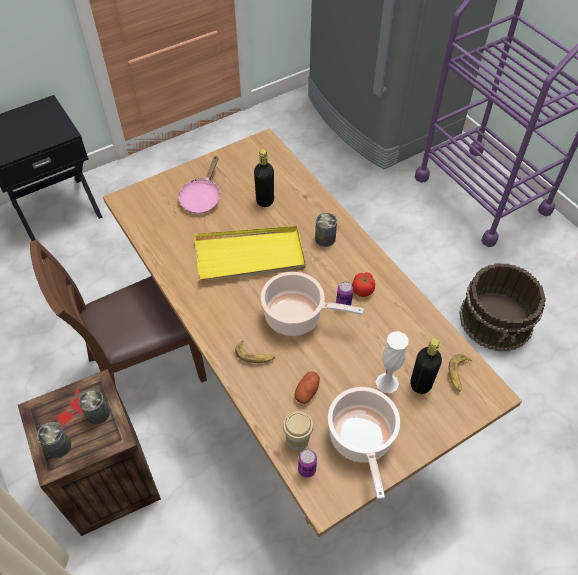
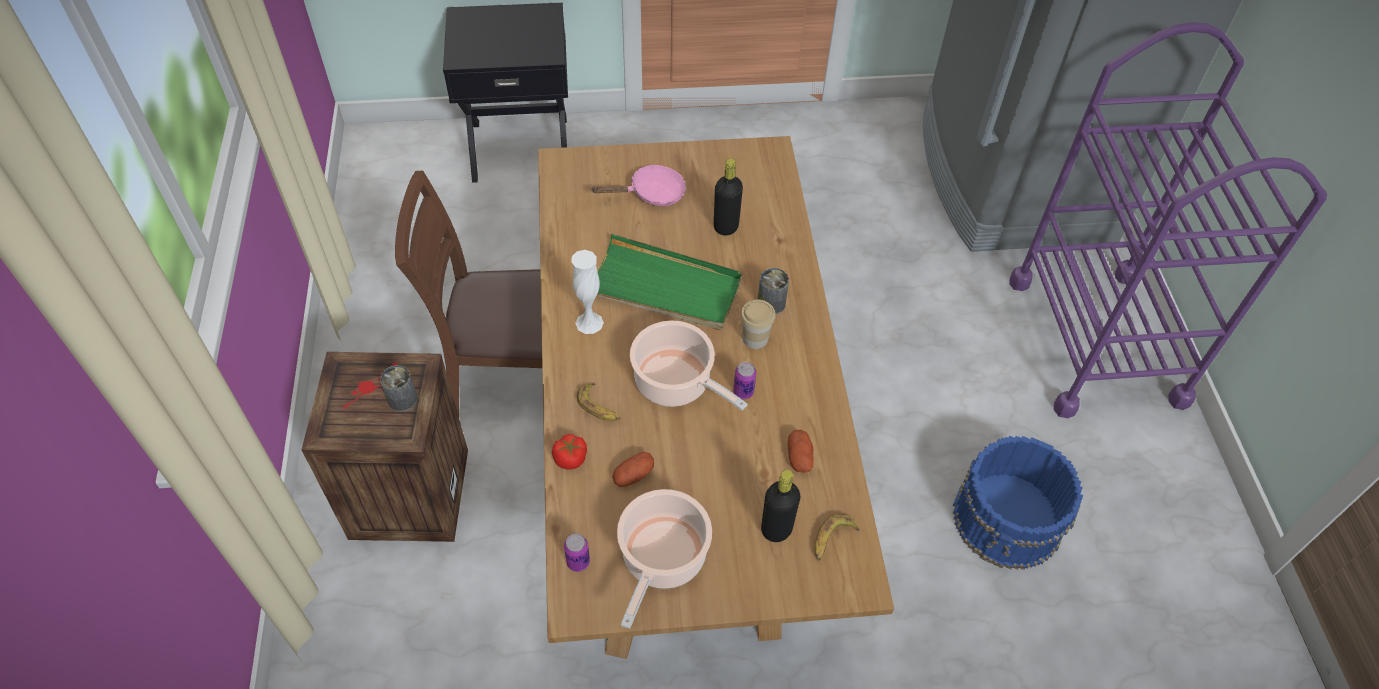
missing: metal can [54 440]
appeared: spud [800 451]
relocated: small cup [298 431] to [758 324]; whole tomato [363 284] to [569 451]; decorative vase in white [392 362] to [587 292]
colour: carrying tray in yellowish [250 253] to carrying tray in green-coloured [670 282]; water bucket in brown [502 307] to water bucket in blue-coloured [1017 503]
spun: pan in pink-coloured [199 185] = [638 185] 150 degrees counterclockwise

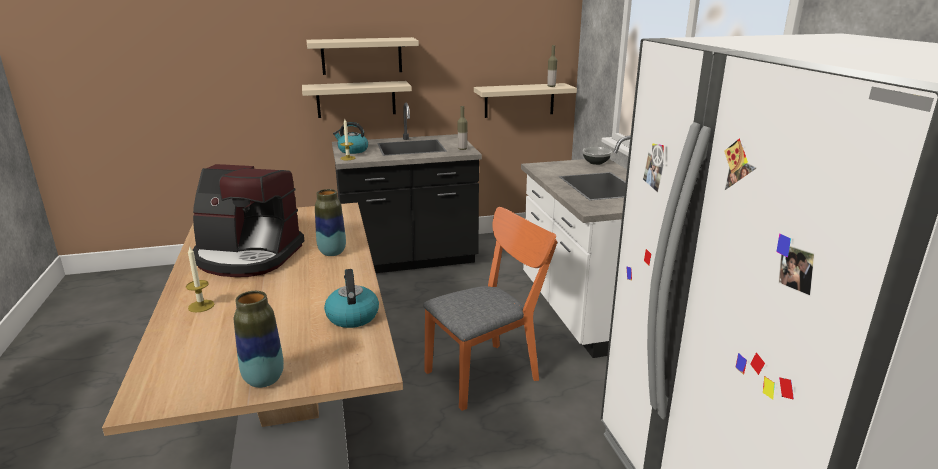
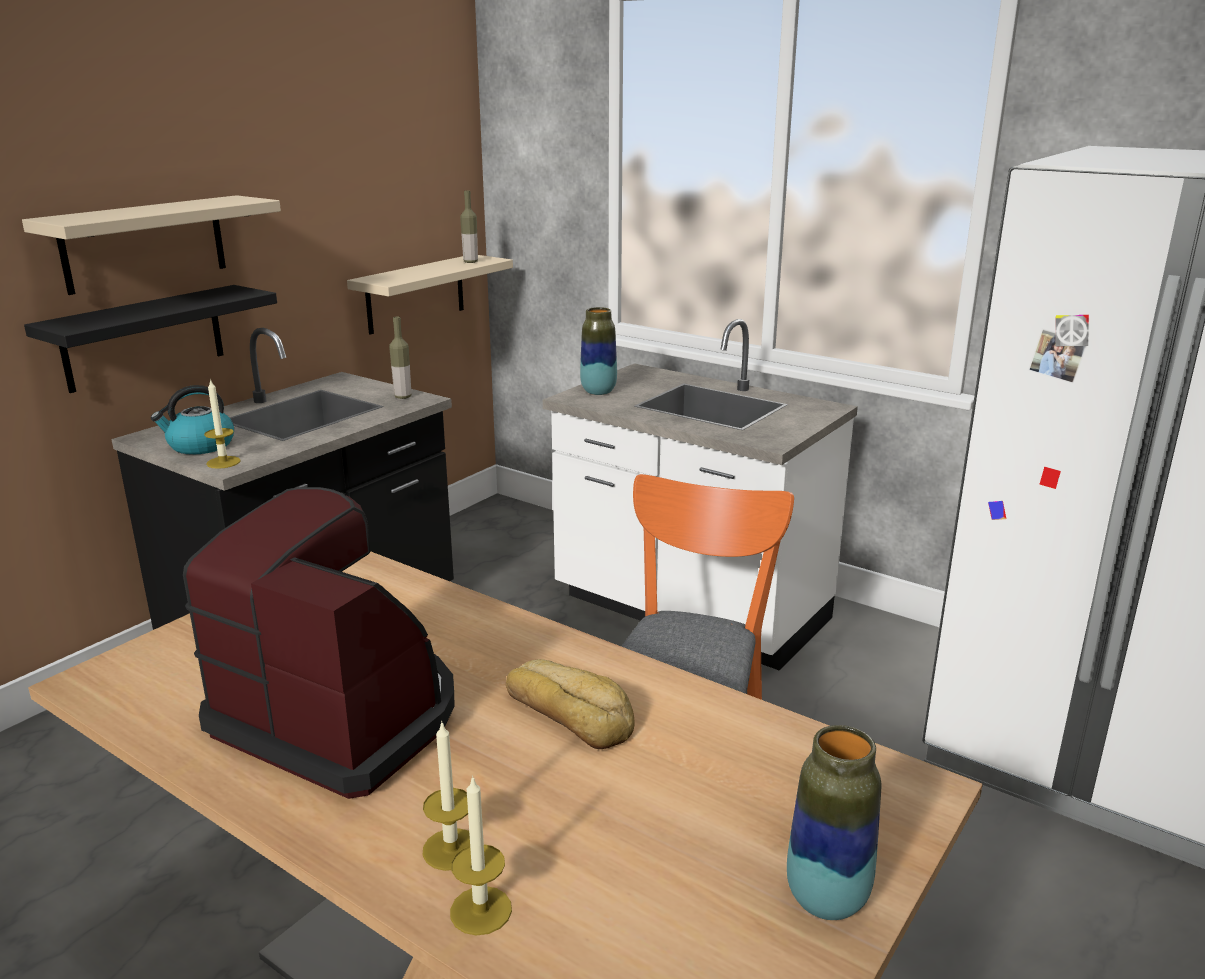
missing: kettle [351 298]; deep dish [597 156]
appeared: wax light [481 855]; baked bread [570 704]
relocated: decorative vase [330 222] to [598 351]
colour: bracket shelf in beige-coloured [357 99] to bracket shelf in black [150 339]
spun: coffee brewer [248 220] = [319 643] 120 degrees counterclockwise

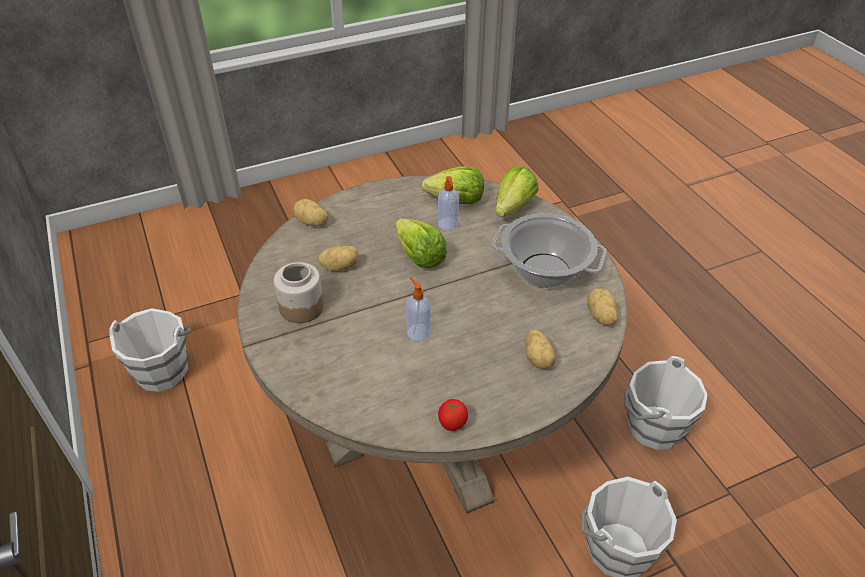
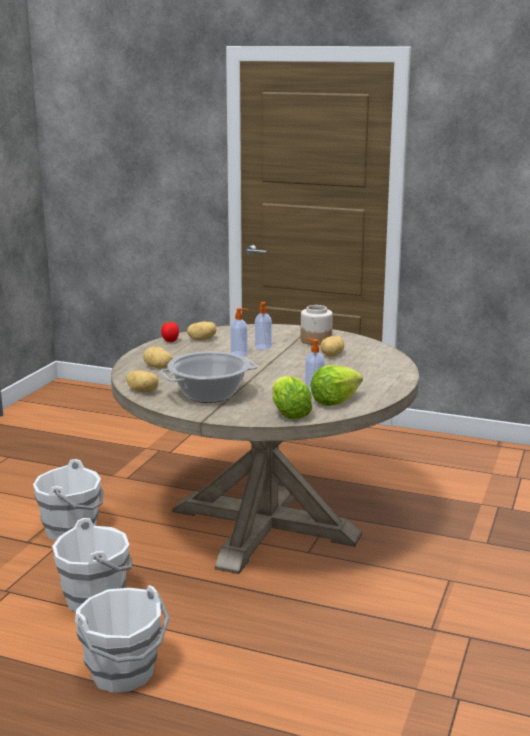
missing: lettuce [421 243]
appeared: soap dispenser [263 325]
relocated: water bucket in white [151 350] to [122 639]; spud [310 212] to [201 331]

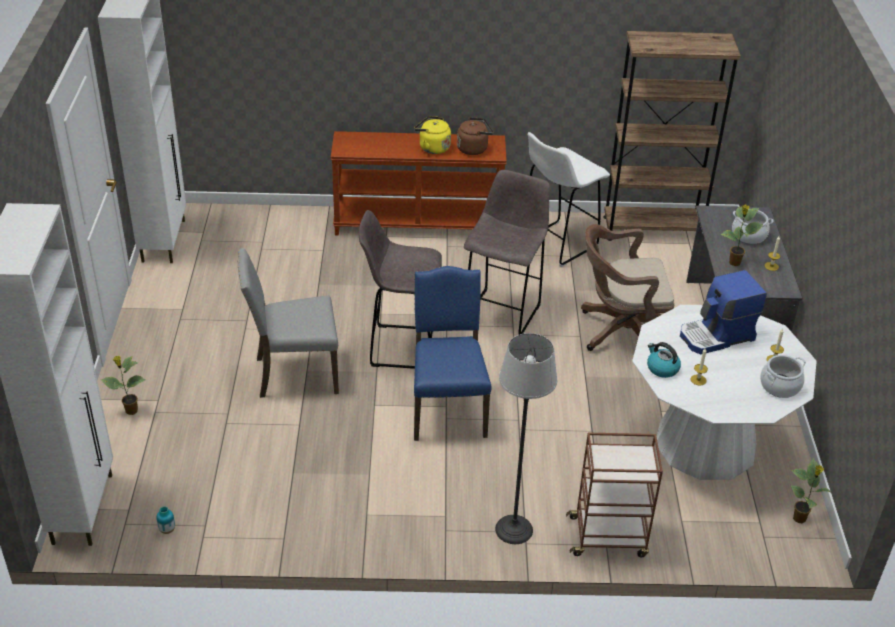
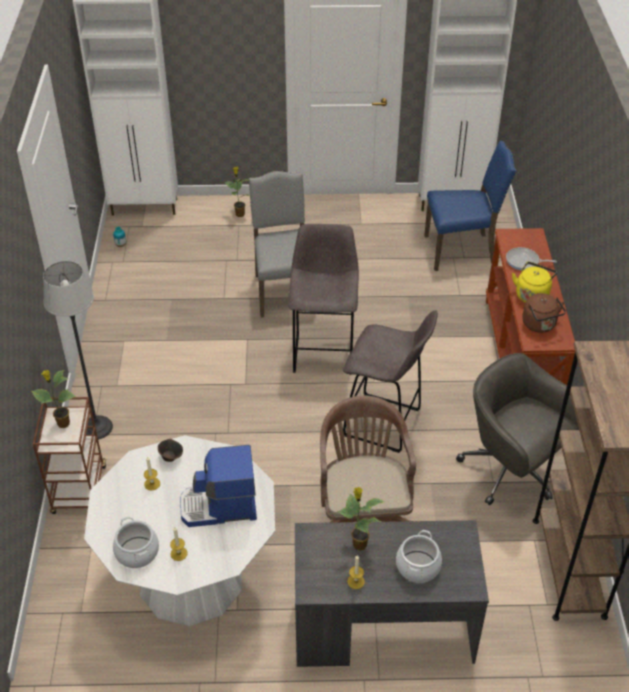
appeared: pan [531 258]
relocated: chair in blue-coloured [453 353] to [470 206]; houseplant [811 491] to [53 399]
exchanged: stool in white [569 199] to desk chair in greyish [517 429]; kettle [664 360] to deep dish in brown [170 450]
spun: coffee brewer [723 312] = [218 486] 75 degrees counterclockwise

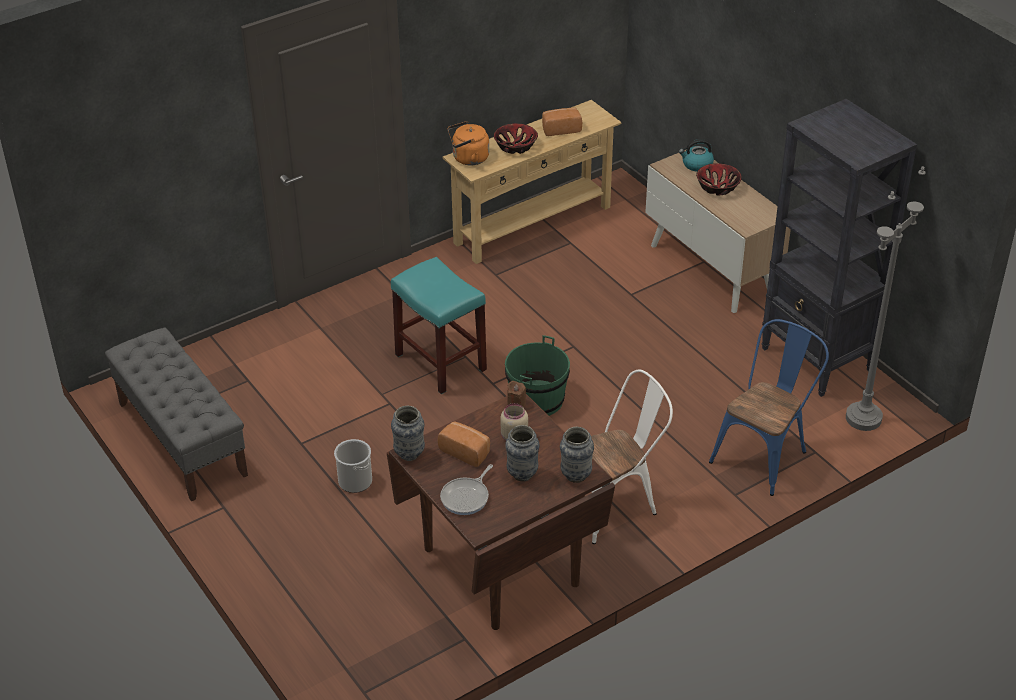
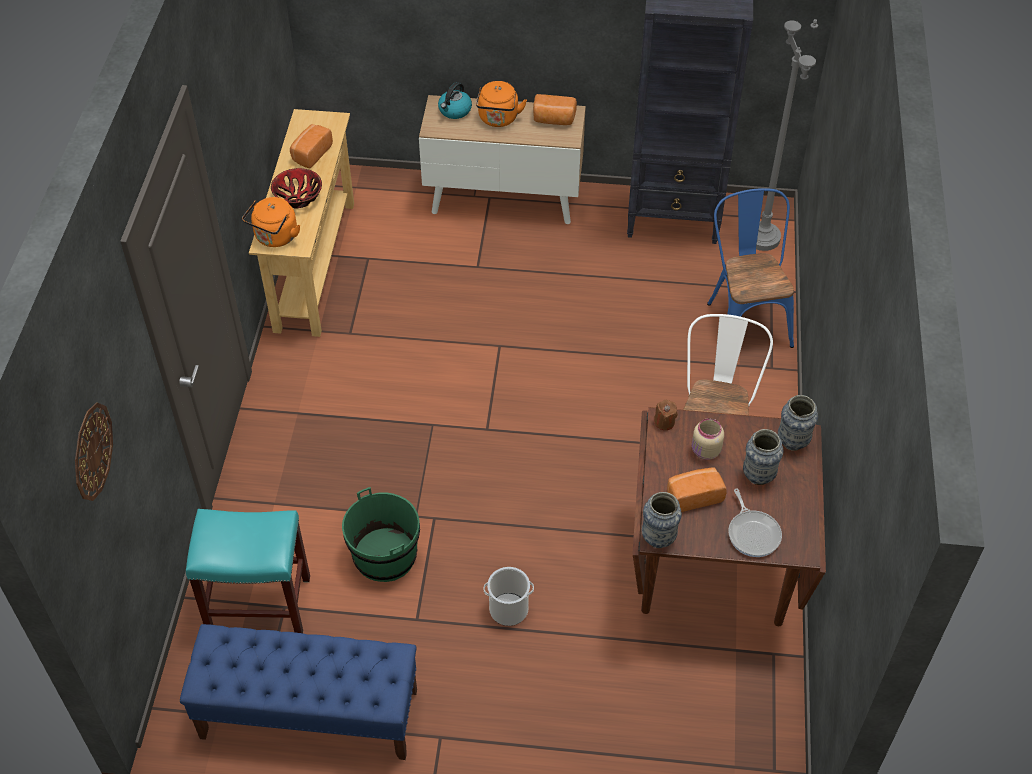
appeared: hanging clock [94 451]; baked bread [555 109]
relocated: stool in blue-green [439 325] to [248 571]; water bucket in green-coloured [537 375] to [381 534]
exchanged: deep dish [719 179] to kettle in orange [501 104]
colour: indoor bench in greyish [176 414] to indoor bench in blue-coloured [298 692]

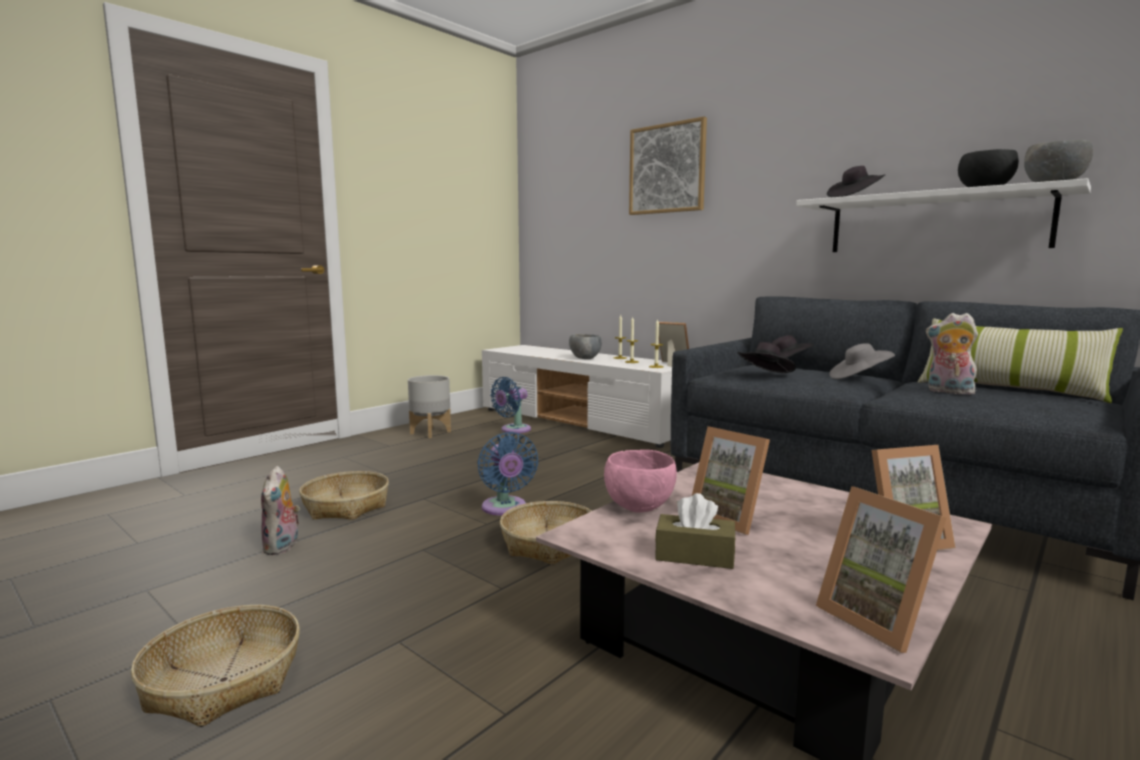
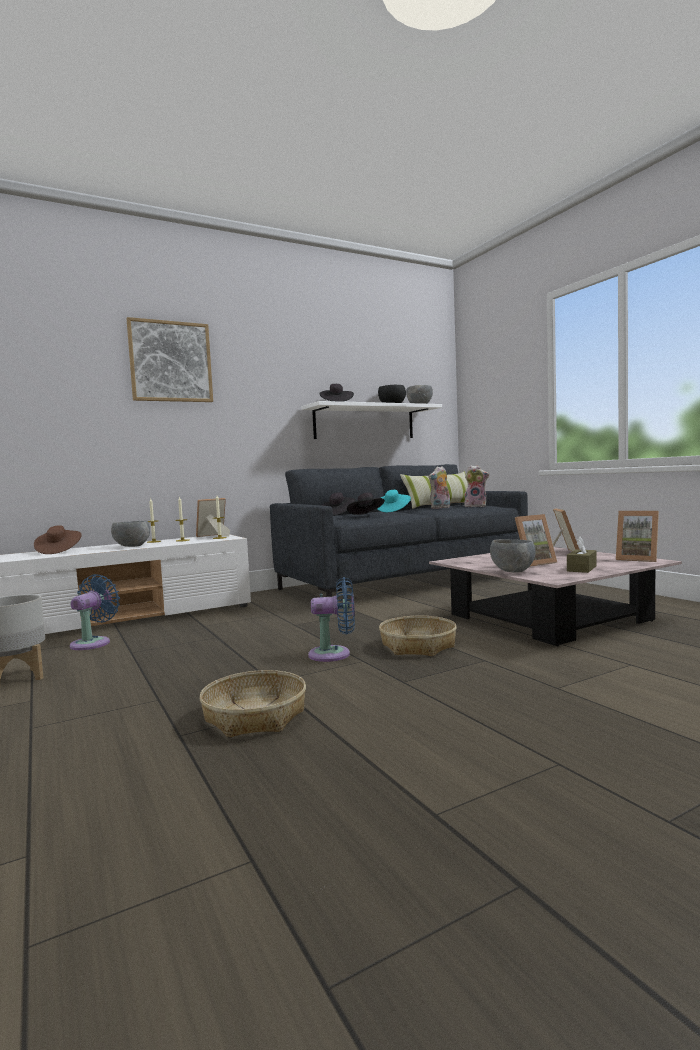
missing: storage basket [215 666]
appeared: clothing hat in brown [58 539]
relocated: cuddly toy [280 510] to [476 486]
colour: deep dish in pink-coloured [640 481] to deep dish in greyish [513 556]; clothing hat in greyish [862 361] to clothing hat in blue-green [394 501]
spun: electric fan in blue-coloured [510 405] = [95 612] 135 degrees counterclockwise; standing frame [881 569] = [637 536] 45 degrees clockwise

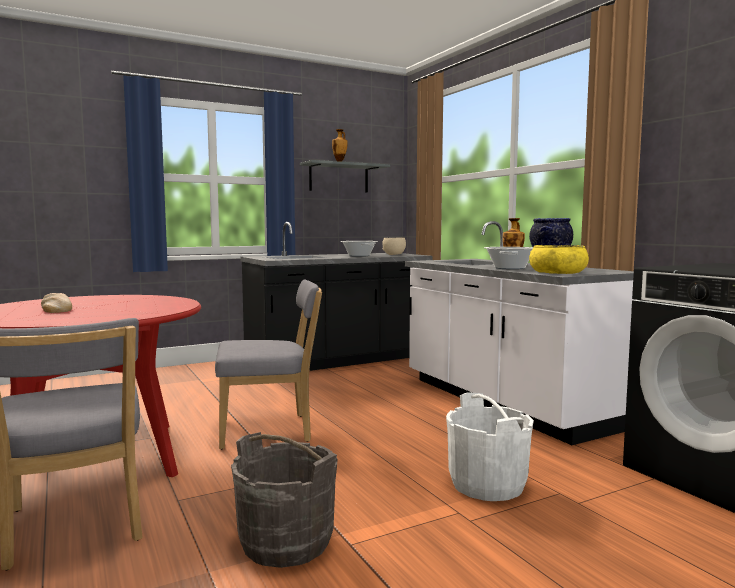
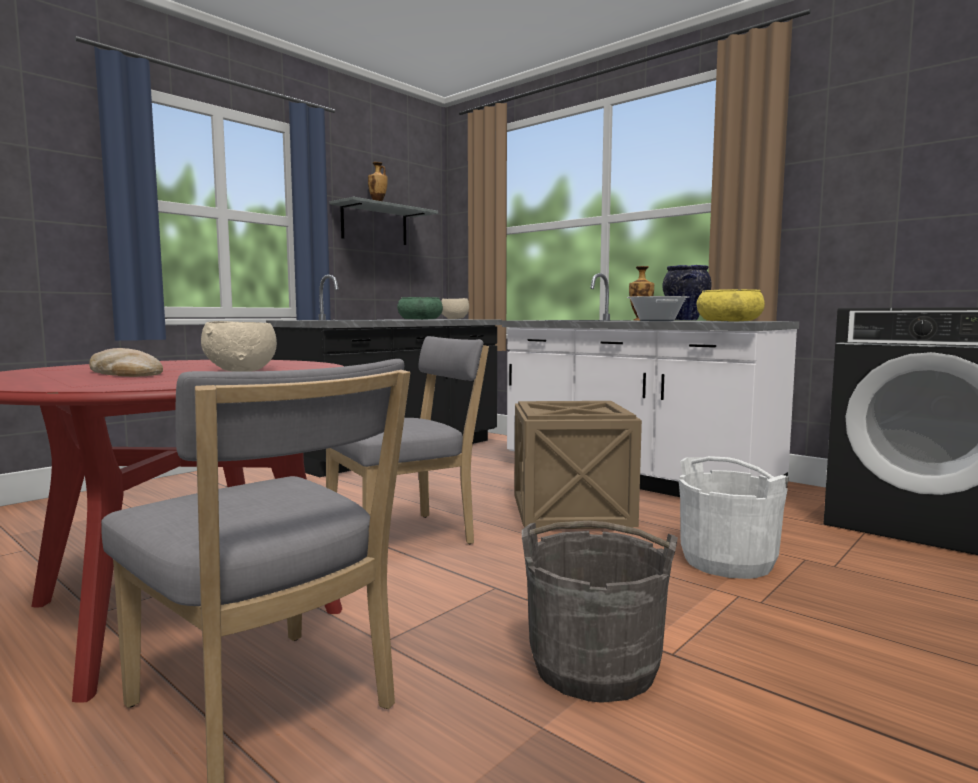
appeared: deep dish in beige-coloured [239 346]; shipping crate [578 465]
exchanged: saucepot [359 249] to deep dish in green-coloured [420 308]

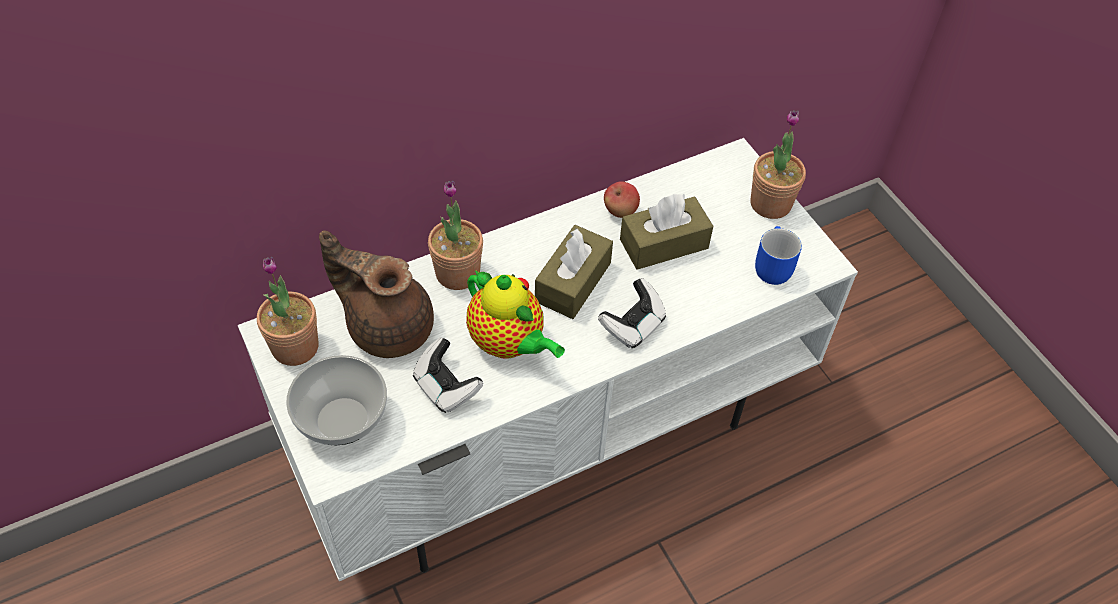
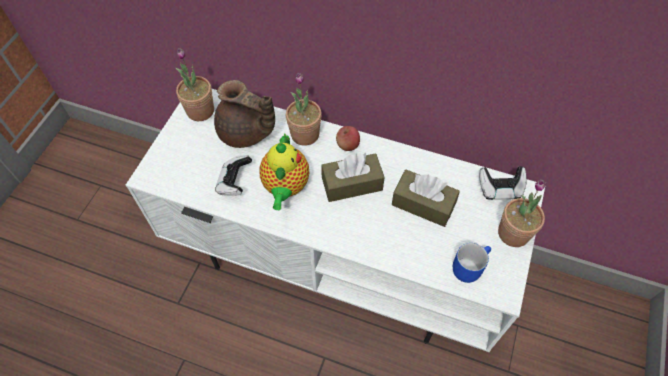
missing: deep dish [336 400]
relocated: joypad [632 313] to [503 183]; whole apple [622 199] to [348 138]
spun: tea pot in brown [376 294] = [244 114] 135 degrees clockwise

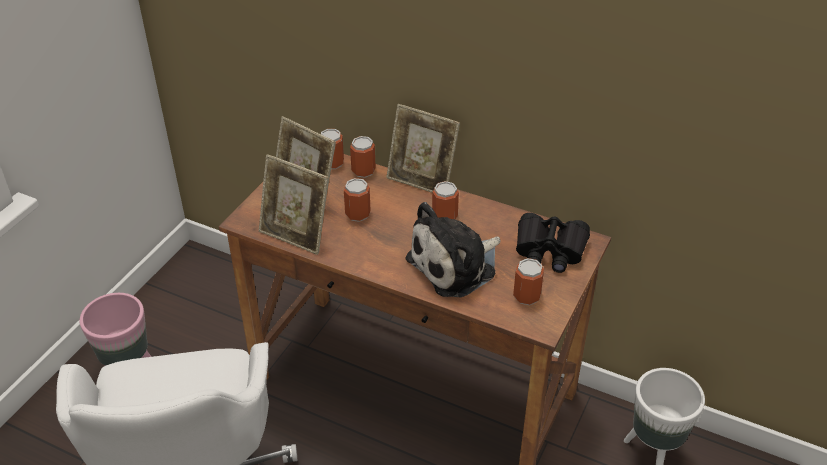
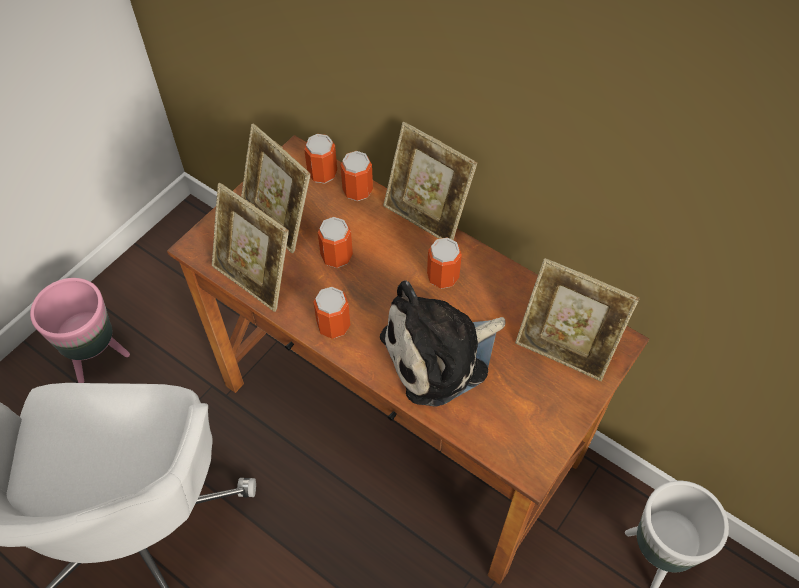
relocated: metal can [528 281] to [331 313]
exchanged: binoculars in black [553 243] to standing frame [577 319]

